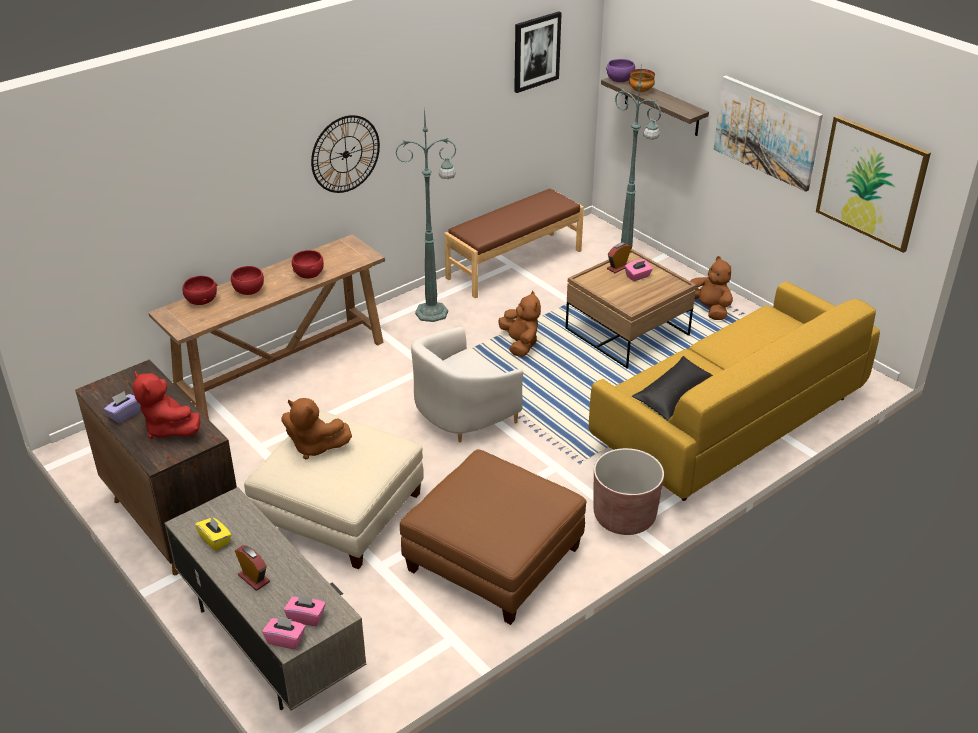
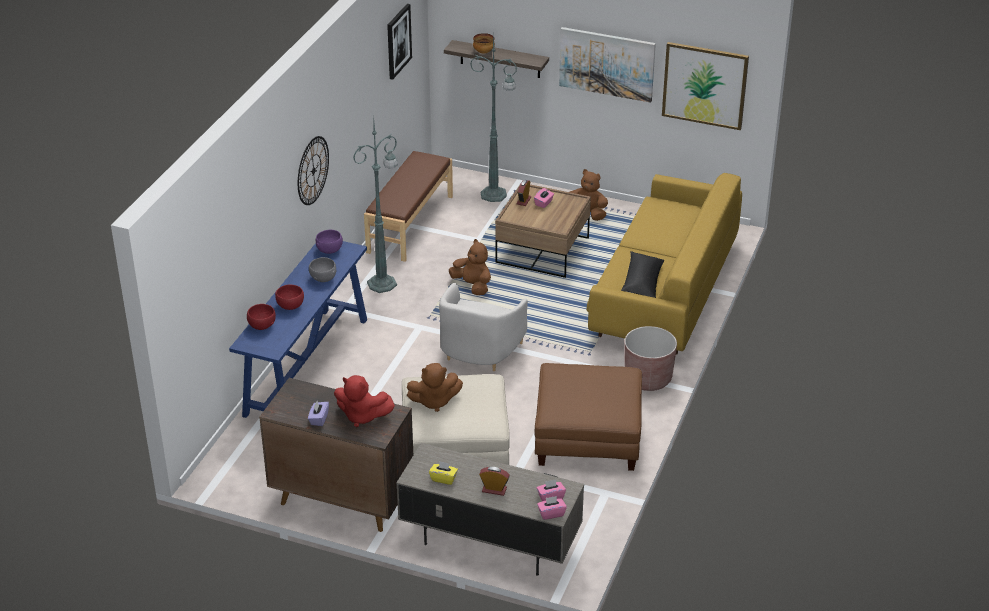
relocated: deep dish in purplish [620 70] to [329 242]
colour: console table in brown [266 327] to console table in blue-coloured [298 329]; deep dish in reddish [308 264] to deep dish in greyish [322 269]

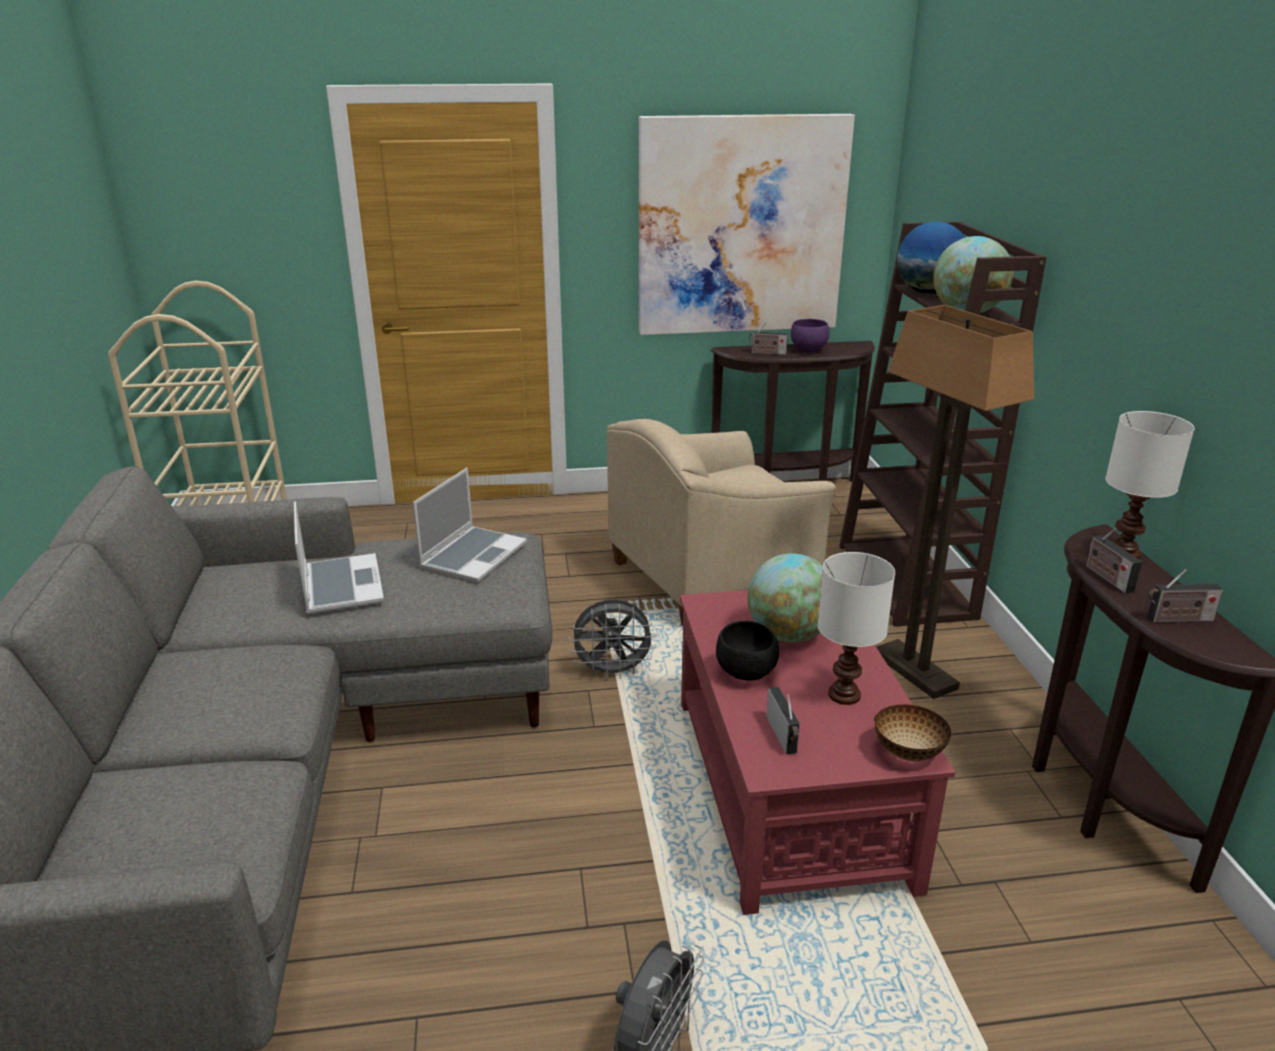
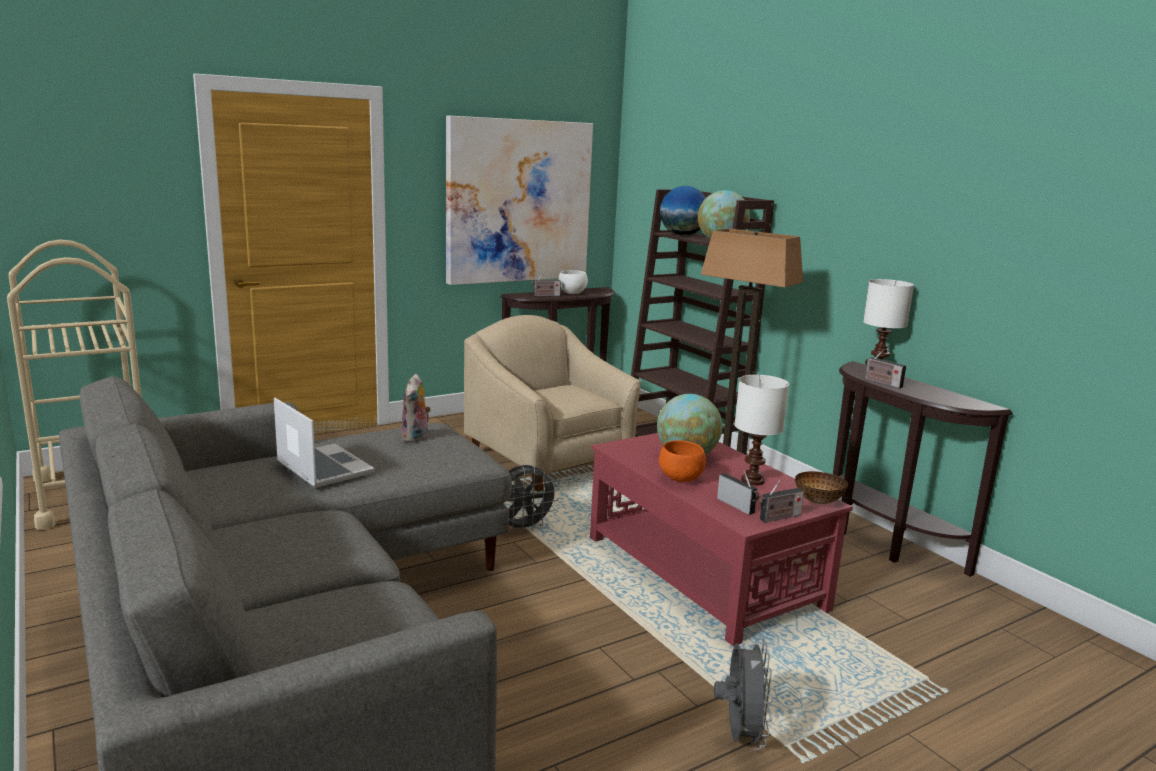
relocated: radio receiver [1185 595] to [781 501]
exchanged: portable computer [470 525] to cuddly toy [416 408]
colour: deep dish in black [747 651] to deep dish in orange [682 461]; deep dish in purplish [810 336] to deep dish in white [573 282]
spun: lounge chair in beige-coloured [721 522] = [553 403] 105 degrees clockwise

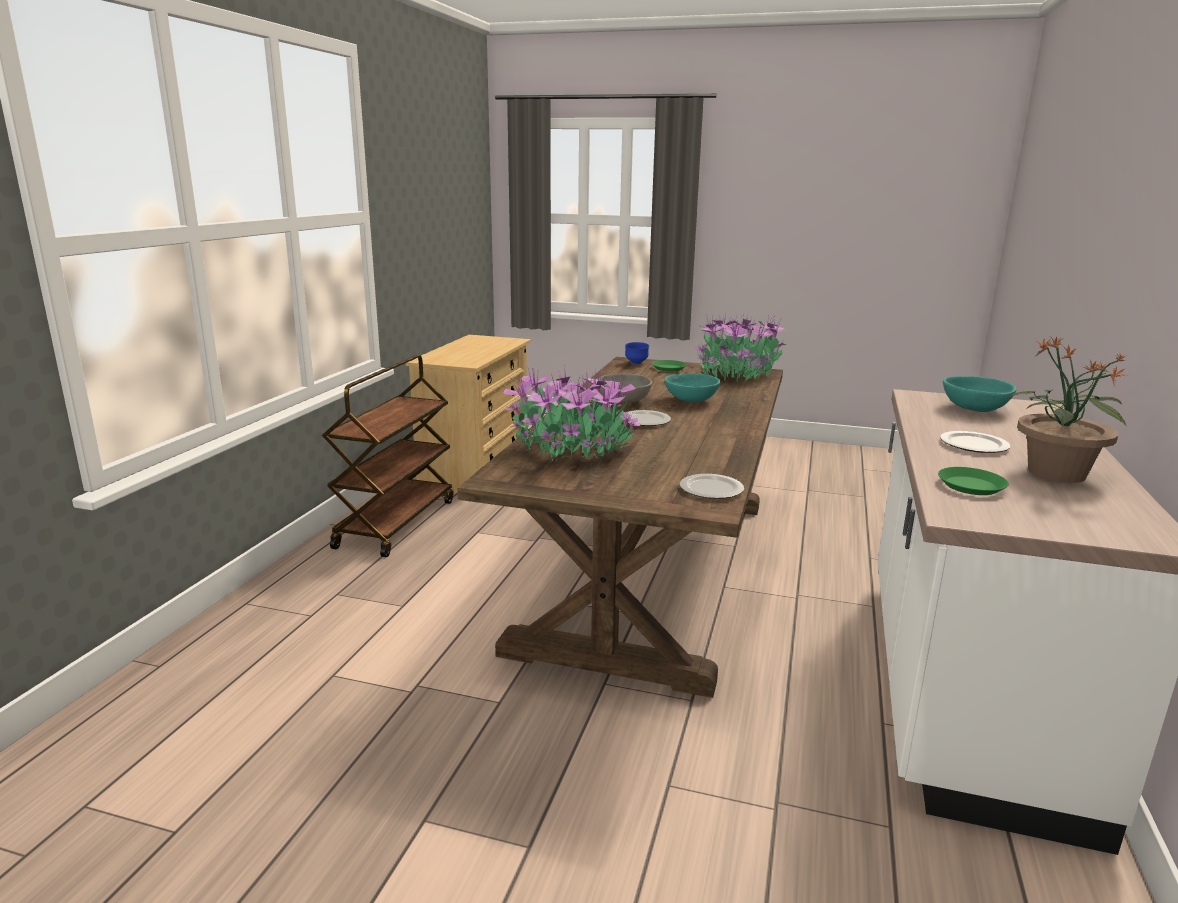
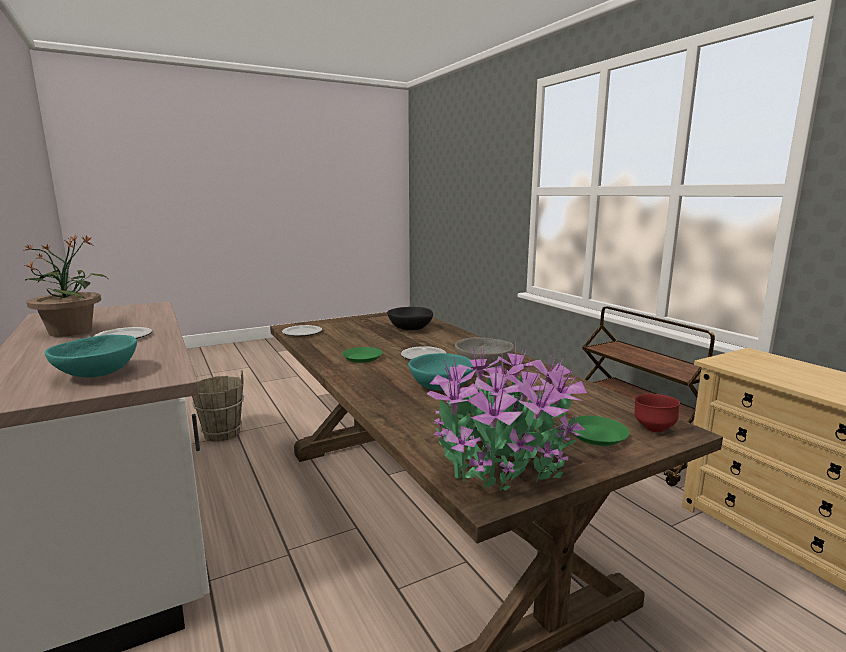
appeared: water bucket in brown [218 405]
relocated: dinner plate in green-coloured [973 481] to [362 355]
exchanged: houseplant [571 414] to deep dish in black [410 318]
colour: deep dish in blue-coloured [637 353] to deep dish in reddish [657 413]

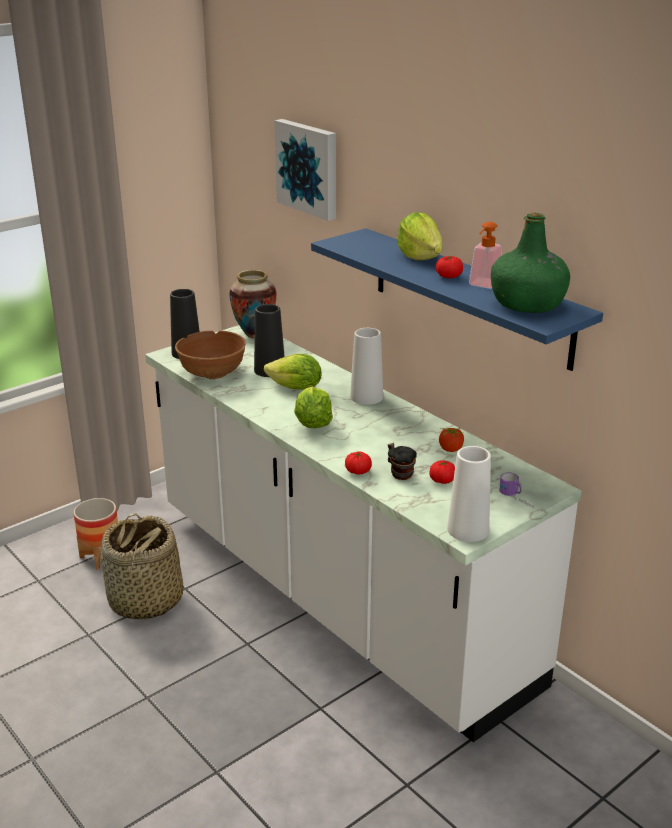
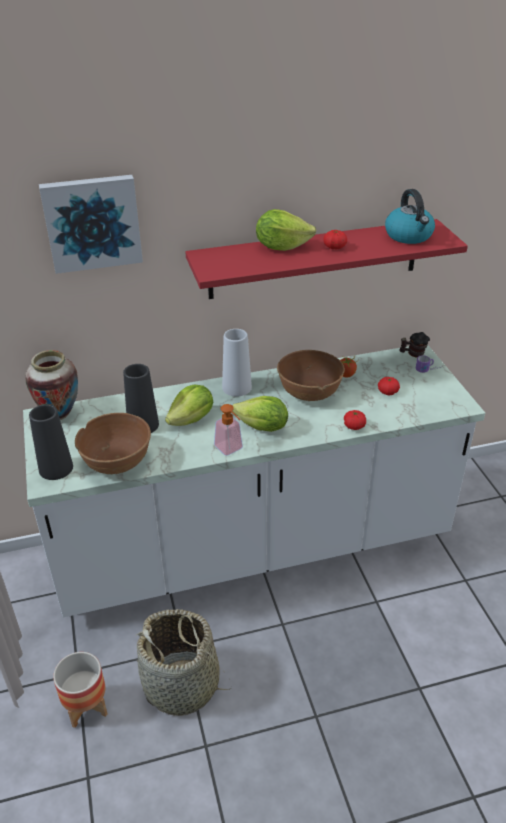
missing: decorative vase in white [469 494]
appeared: deep dish in brown [311 375]
relocated: mug [402 461] to [415 345]; soap dispenser [485 255] to [228 430]
exchanged: beverage bottle in green-coloured [530 263] to kettle [410 216]
colour: bracket shelf in blue-coloured [457 299] to bracket shelf in reddish [326 259]

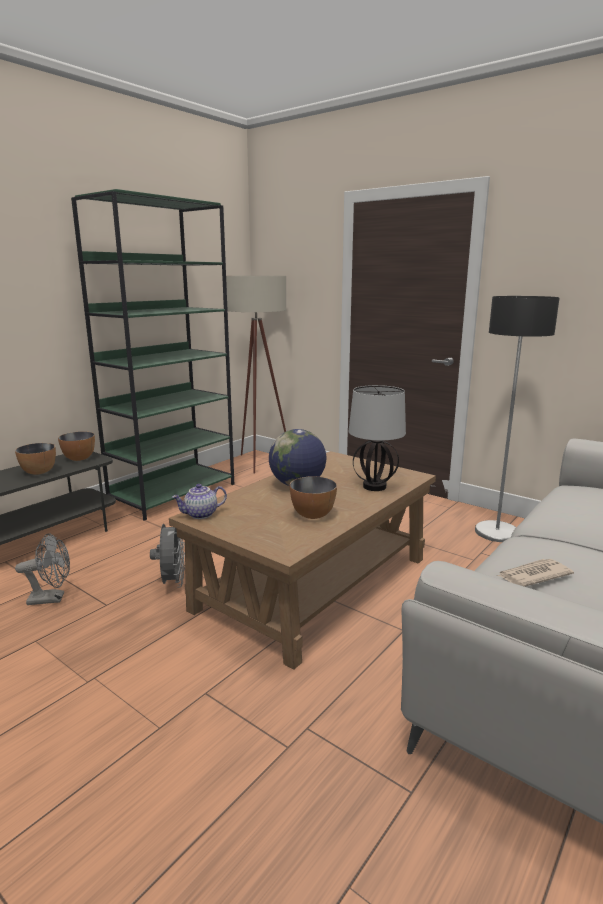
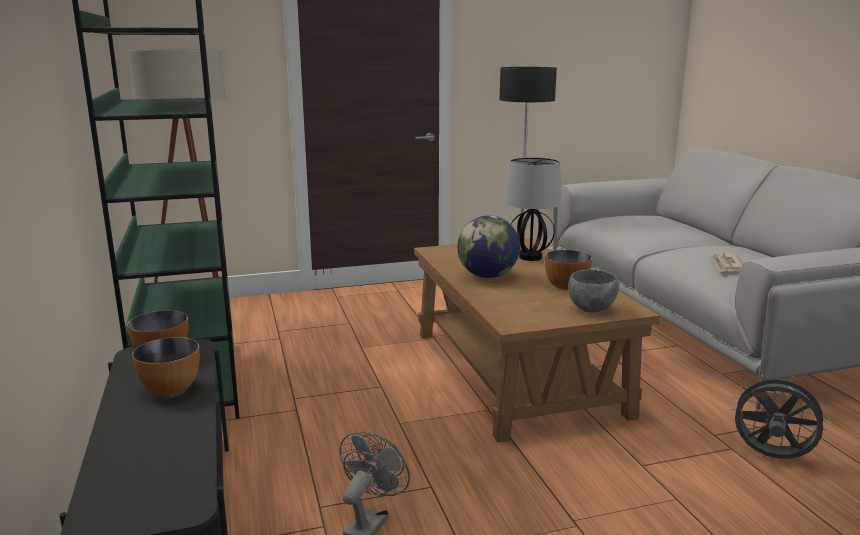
missing: tea pot [199 501]
appeared: deep dish in greyish [593 291]
relocated: electric fan in greyish [167 556] to [780 416]

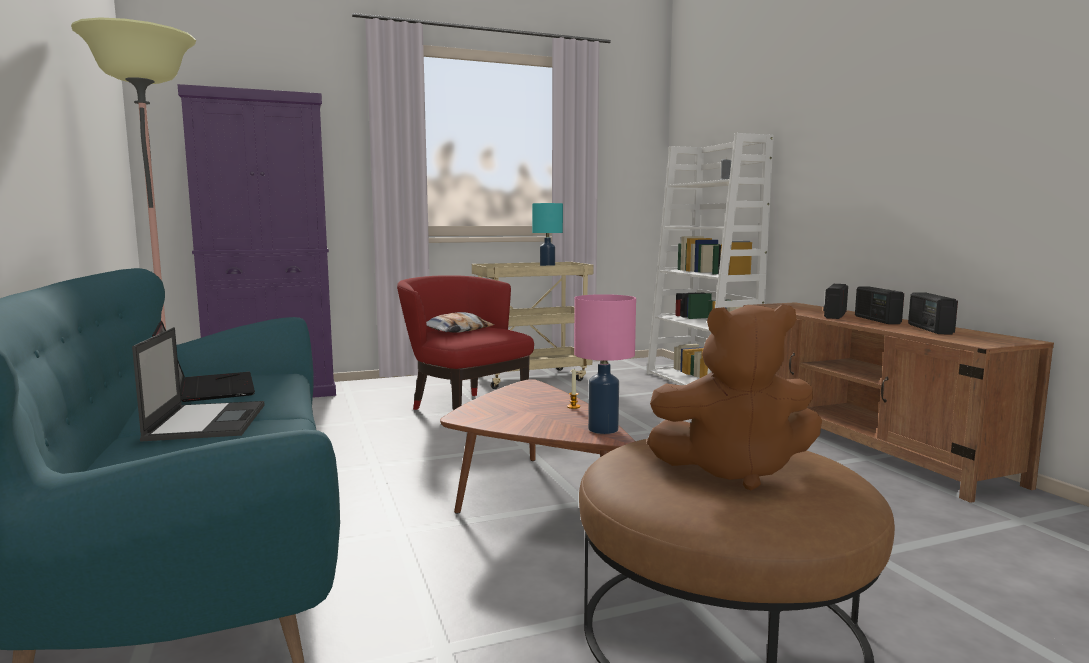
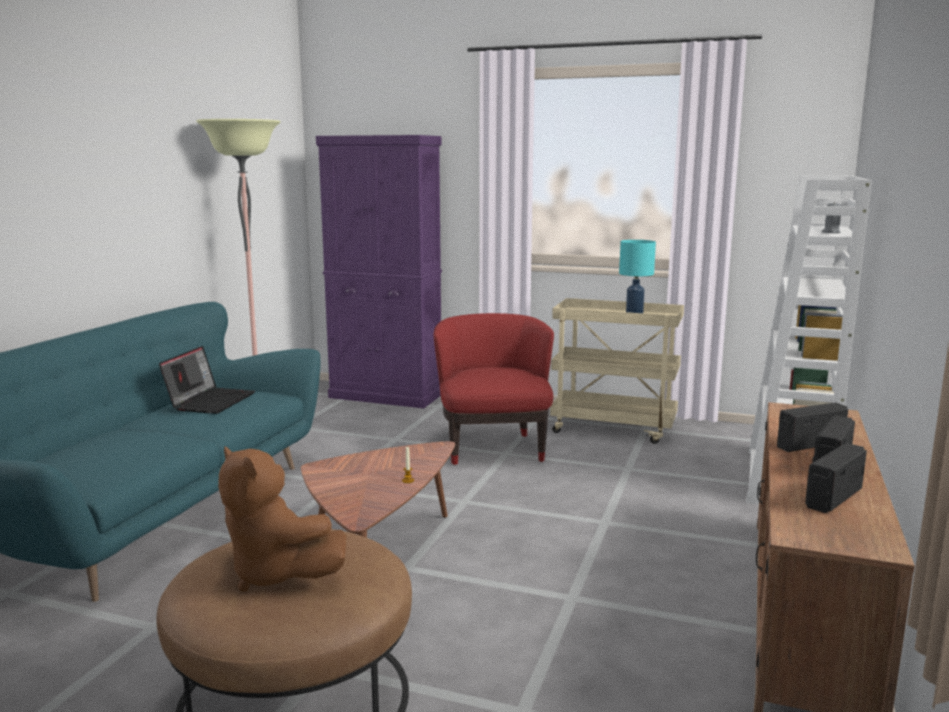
missing: portable computer [198 384]; cushion [460 322]; tabletop lamp in pink-coloured [605 364]

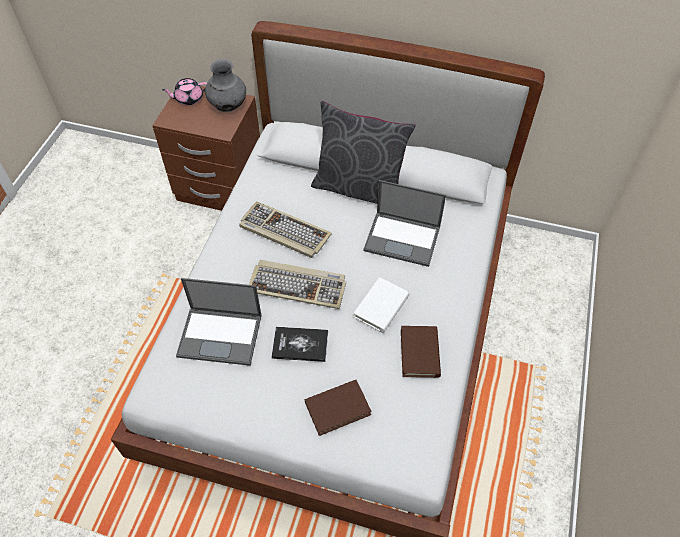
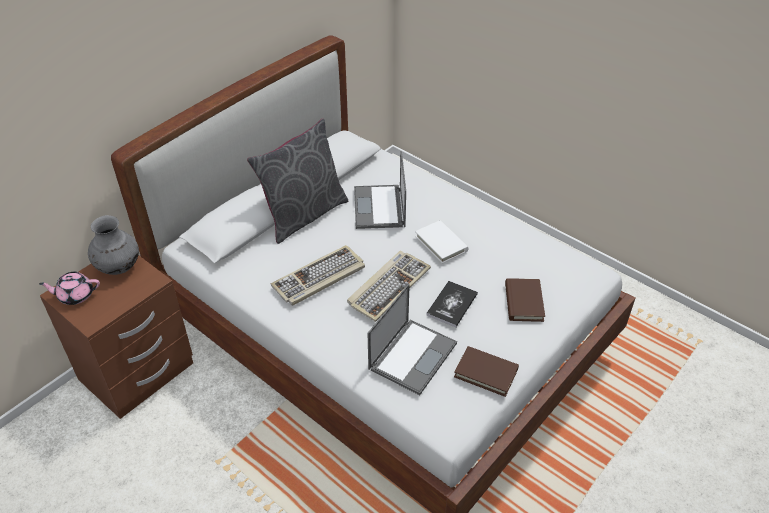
relocated: volume in brown [421 352] to [486 371]
spun: tea pot in pink-coloured [184 91] = [69 288] 75 degrees clockwise; portable computer [404 223] = [380 190] 135 degrees clockwise

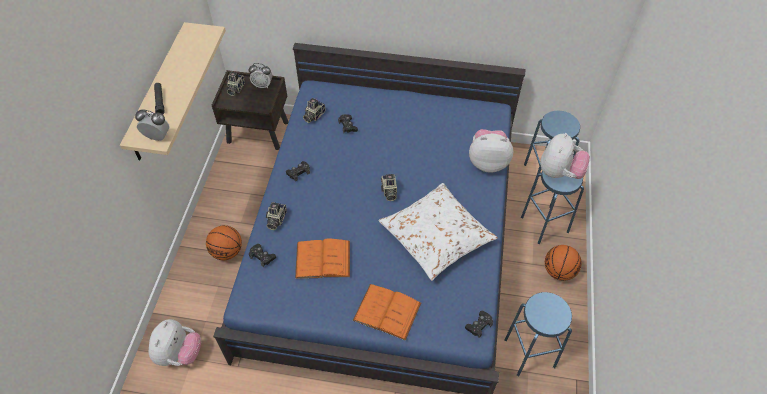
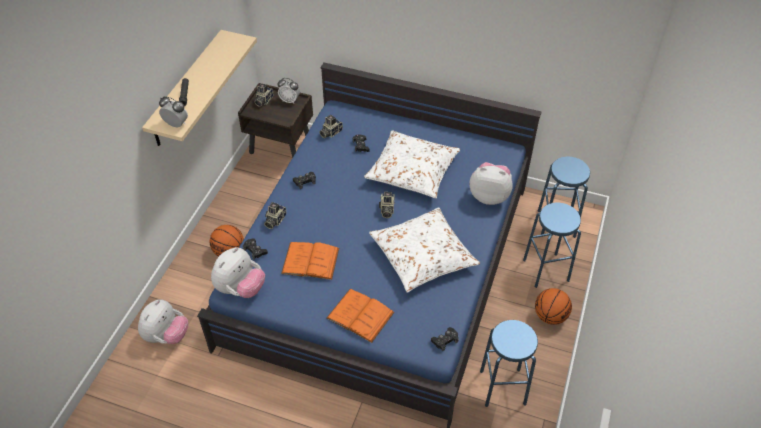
appeared: cushion in white [412 164]
relocated: cuddly toy [565 156] to [238 272]

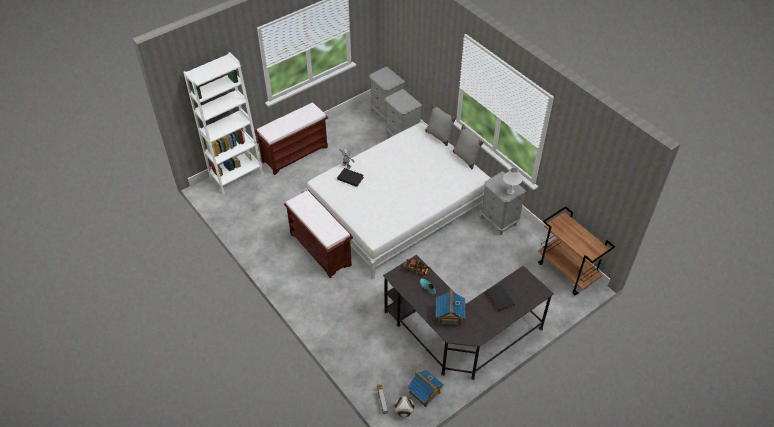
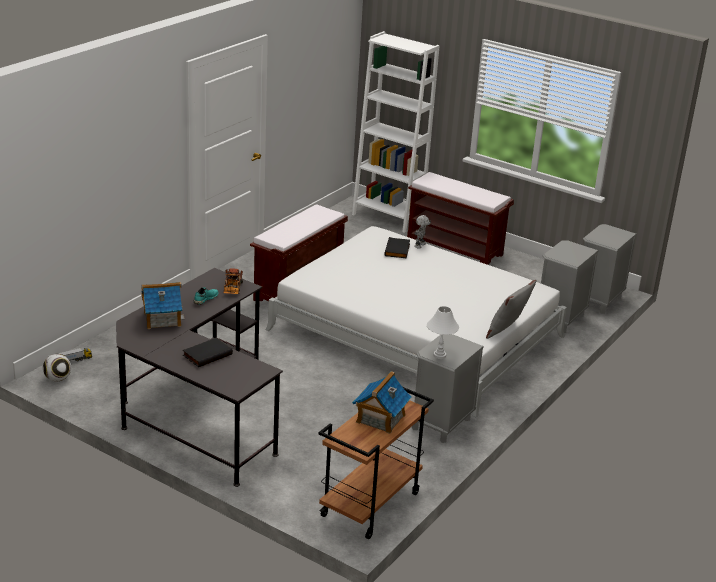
missing: cushion in greyish [440 124]
relocated: model house [425 388] to [382 402]

